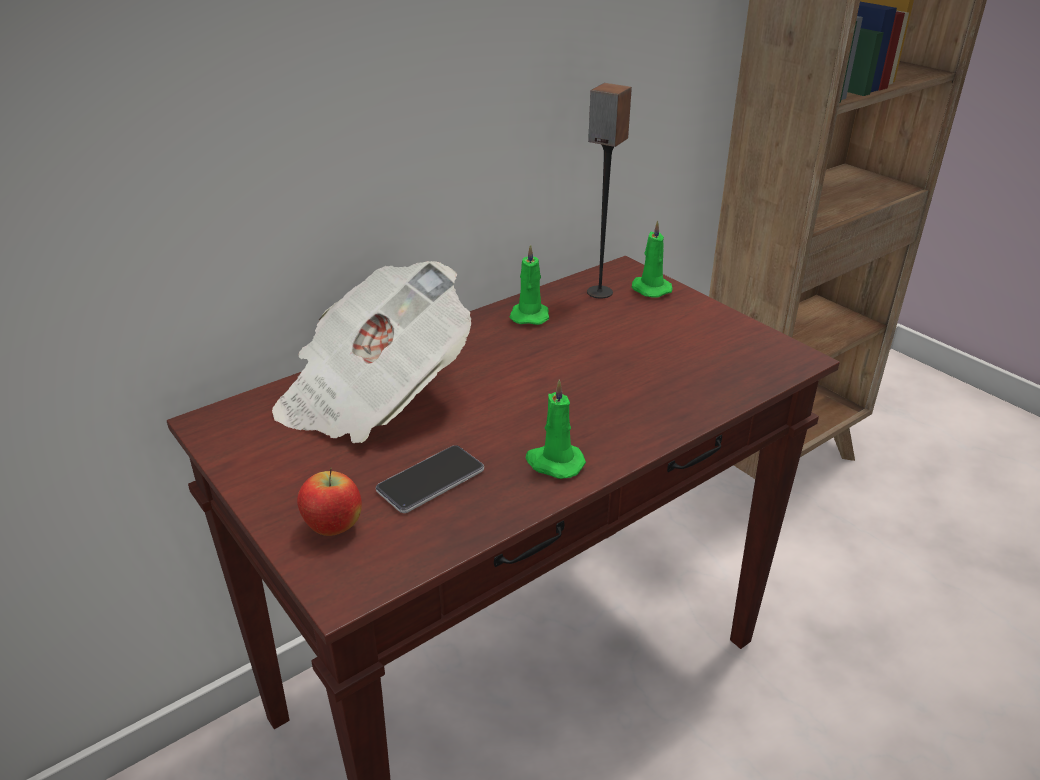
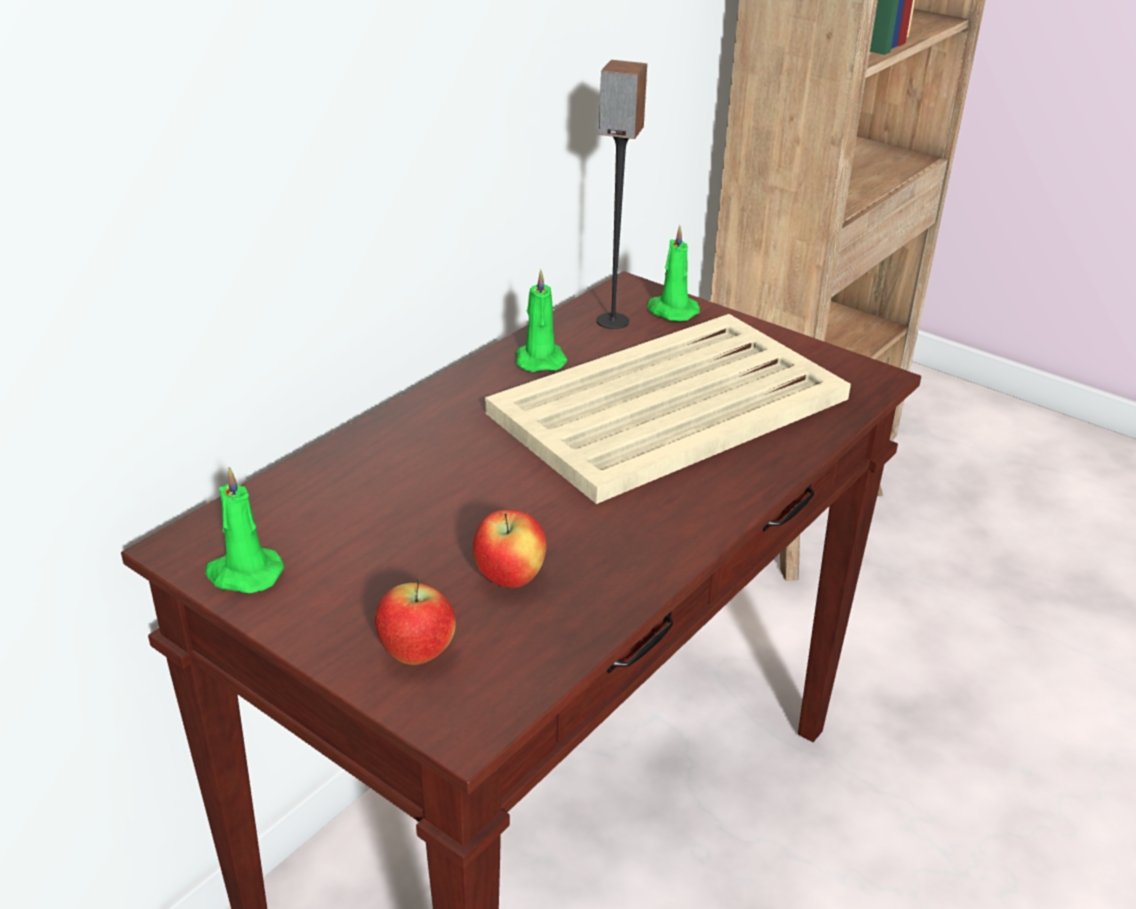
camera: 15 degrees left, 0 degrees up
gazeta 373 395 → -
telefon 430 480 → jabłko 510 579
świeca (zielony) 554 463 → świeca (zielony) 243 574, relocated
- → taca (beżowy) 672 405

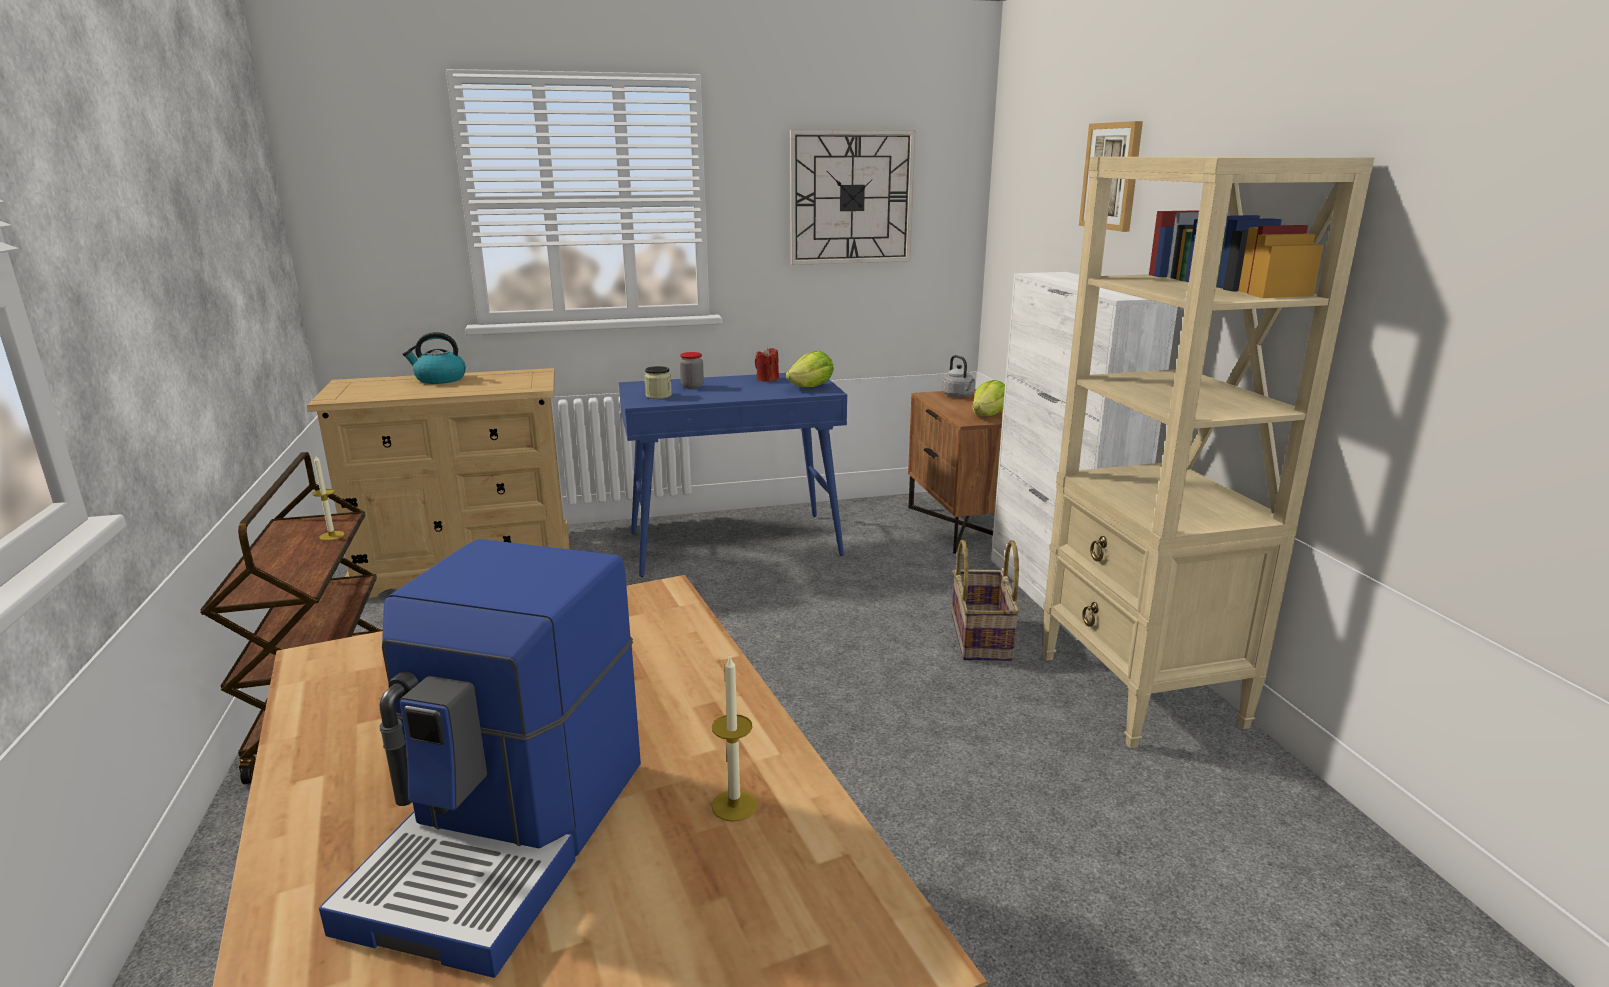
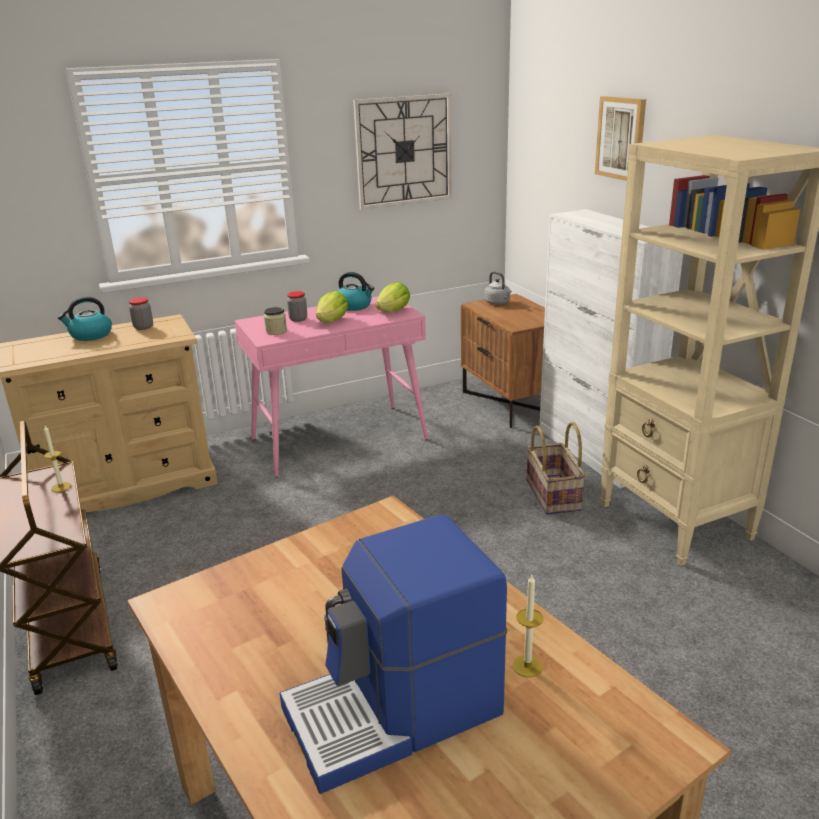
camera: 10 degrees left, 5 degrees up
ekspres do kawy 509 838 → ekspres do kawy 395 712, 60 degrees clockwise
stolik konsolowy (niebieski) 735 544 → stolik konsolowy (różowy) 340 439
świeca (czerwony) 767 379 → czajnik 354 306
sałata 988 415 → sałata 332 321, relocated
- → słoik 143 327

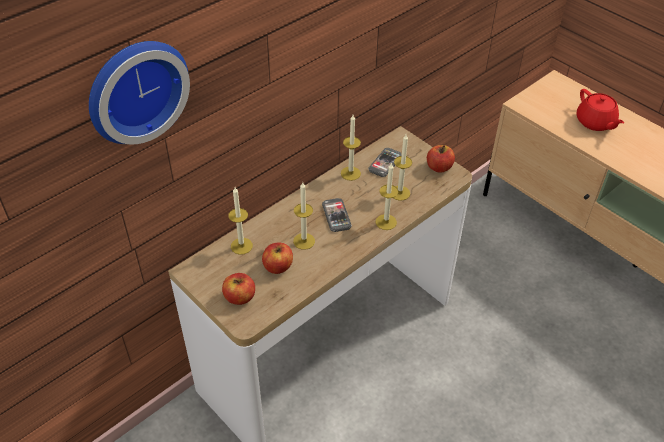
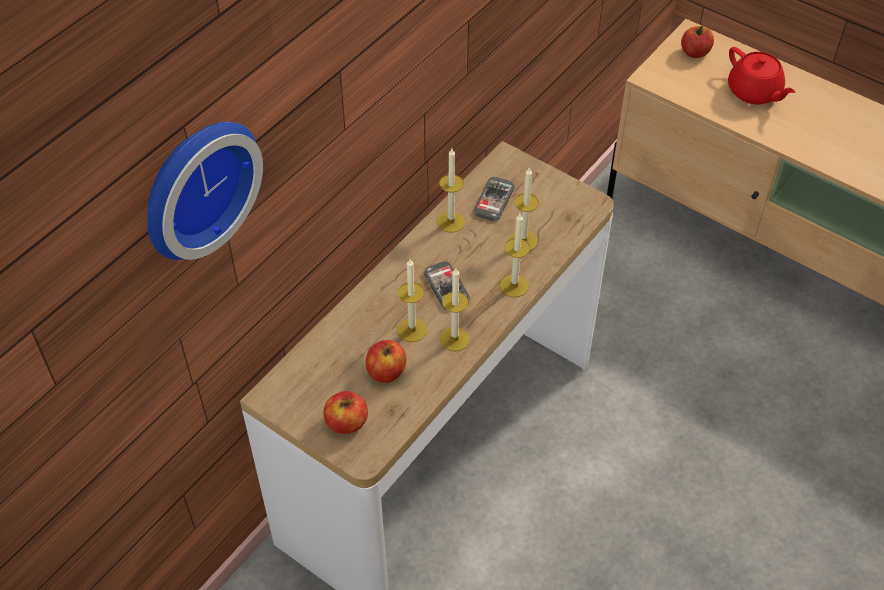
camera: 10 degrees left, 5 degrees up
świeca 241 246 → świeca 454 339, relocated
jabłko 439 167 → jabłko 695 52, relocated

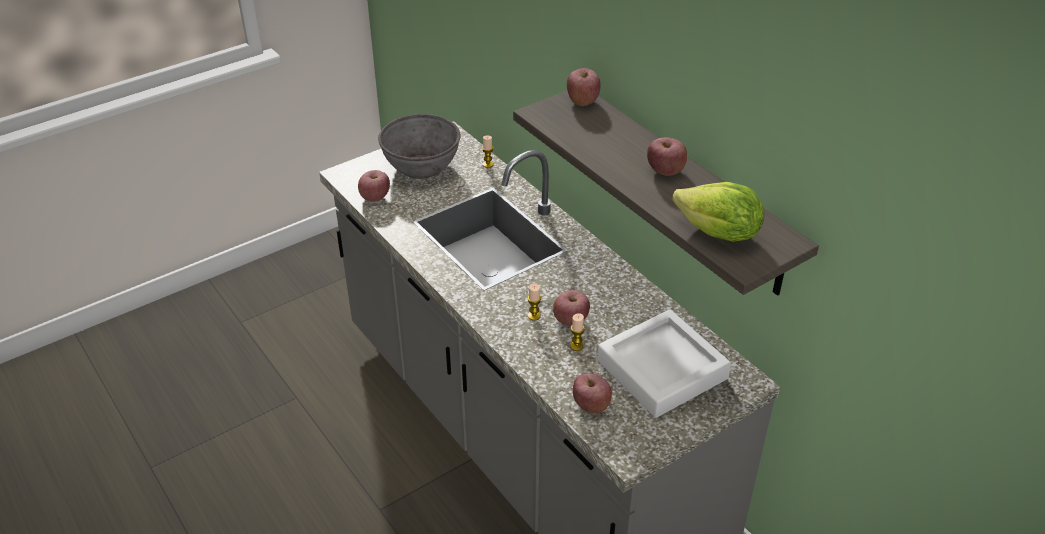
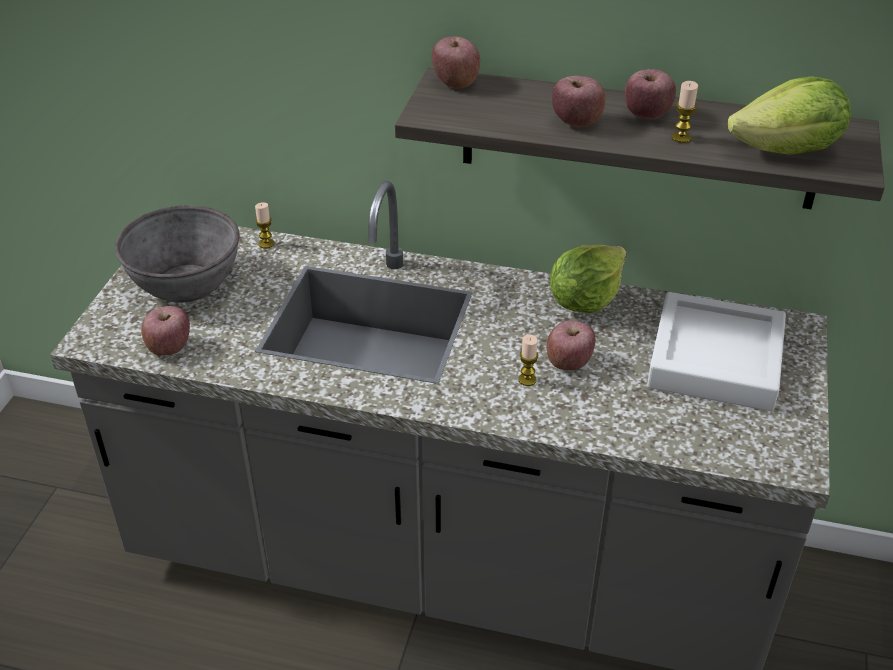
camera: 40 degrees left, 0 degrees up
świeca 576 346 → świeca 681 137, relocated
jabłko 591 405 → jabłko 577 122, relocated
- → sałata 585 300

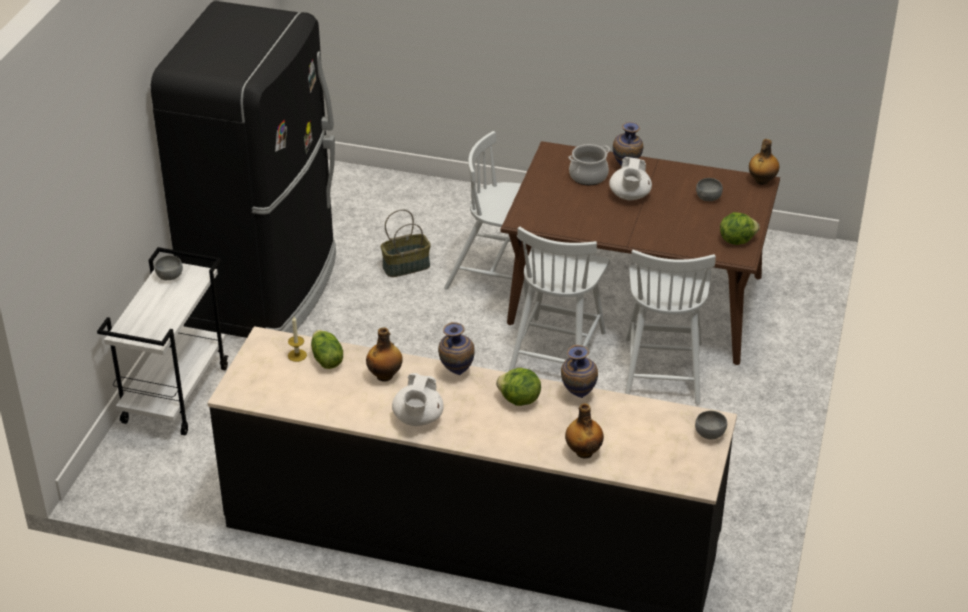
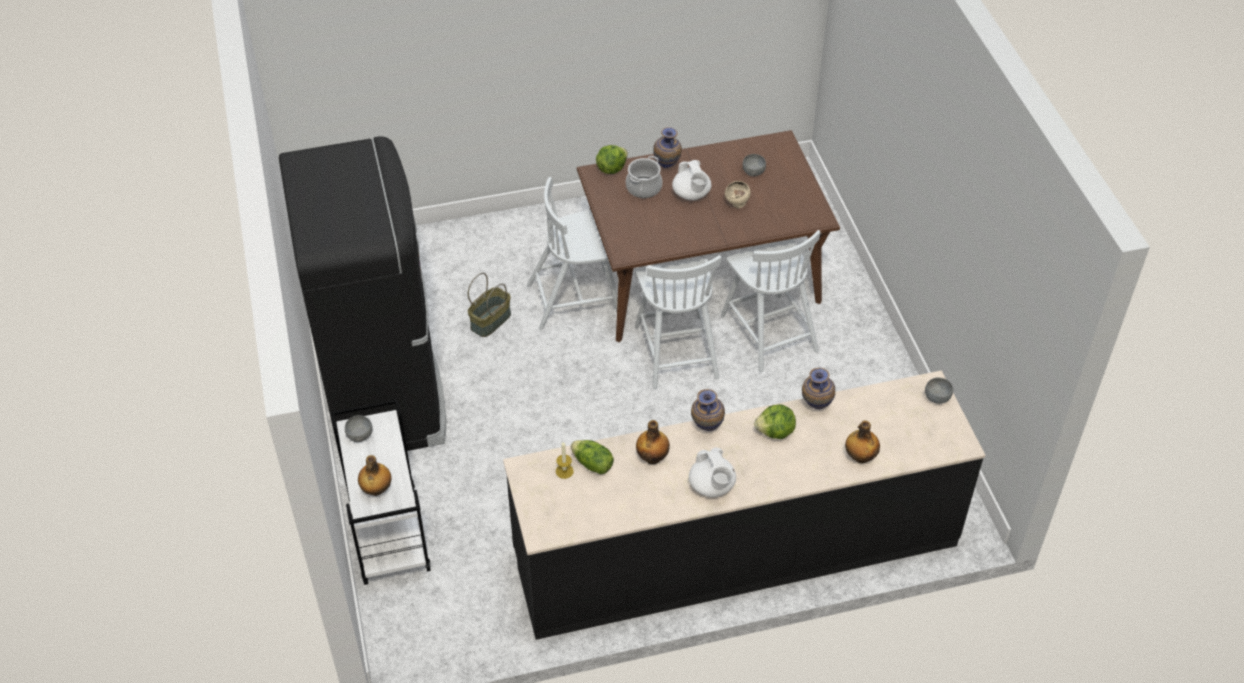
camera: 30 degrees left, 10 degrees up
sałata 736 240 → sałata 611 168, relocated
butelka 761 181 → butelka 376 490, relocated
- → miska (beżowy) 737 204

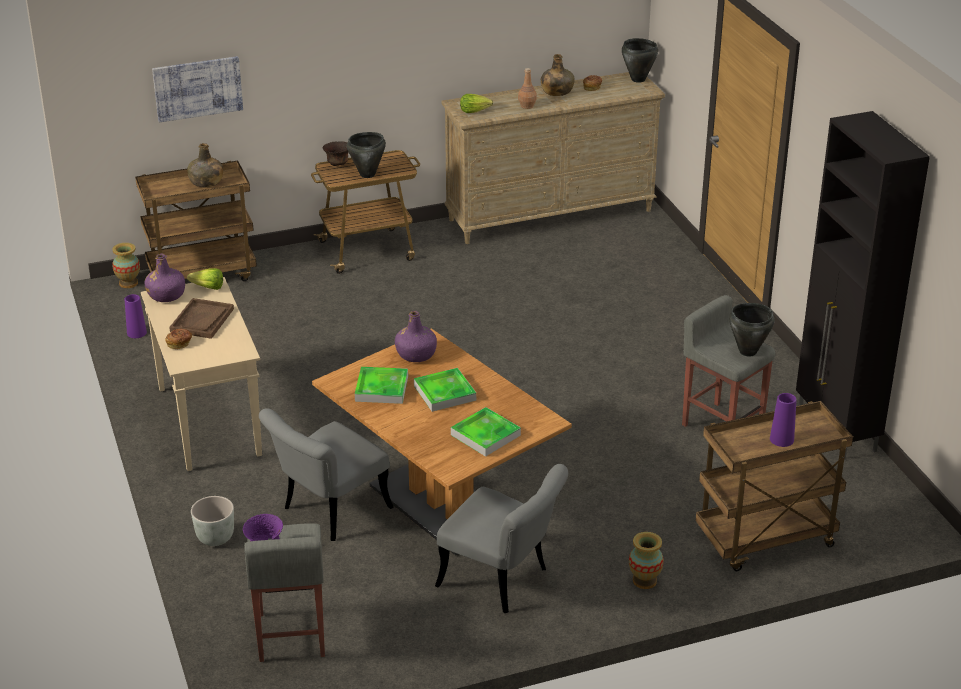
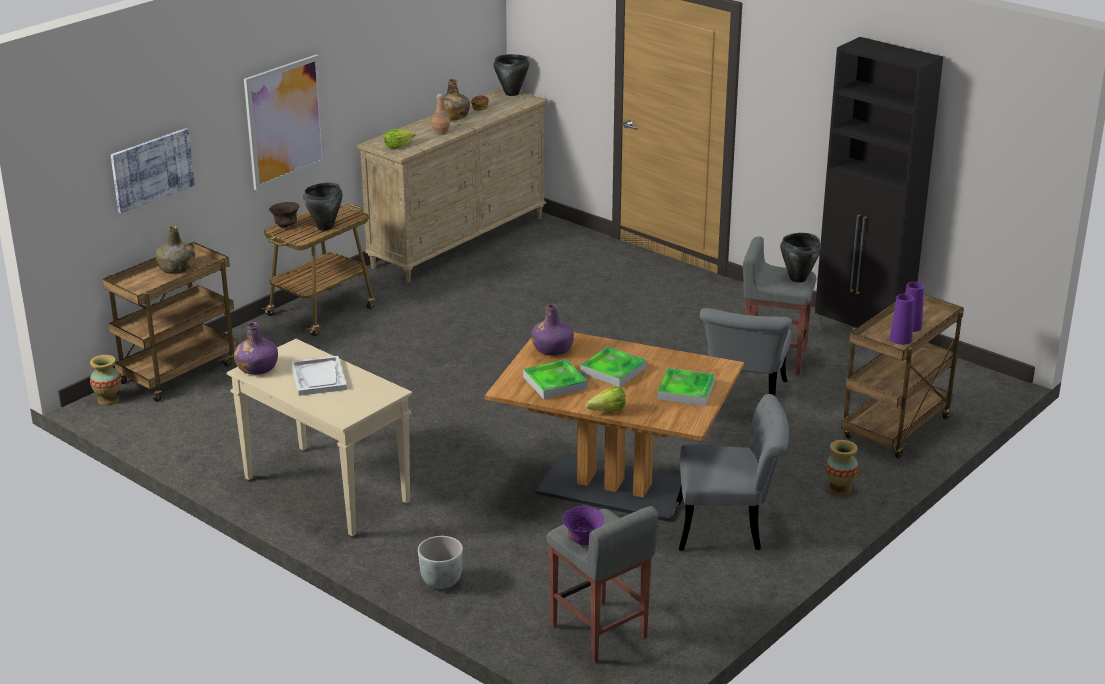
camera: 30 degrees left, 5 degrees down
wazon (fioletowy) 136 333 → wazon (fioletowy) 900 339, relocated
chleb 179 344 → -
taca (brązowy) 202 320 → taca (biały) 319 378
sałata 205 287 → sałata 604 411, relocated
krzesło (szary) 328 512 → krzesło (szary) 744 399, relocated
- → obraz 285 121

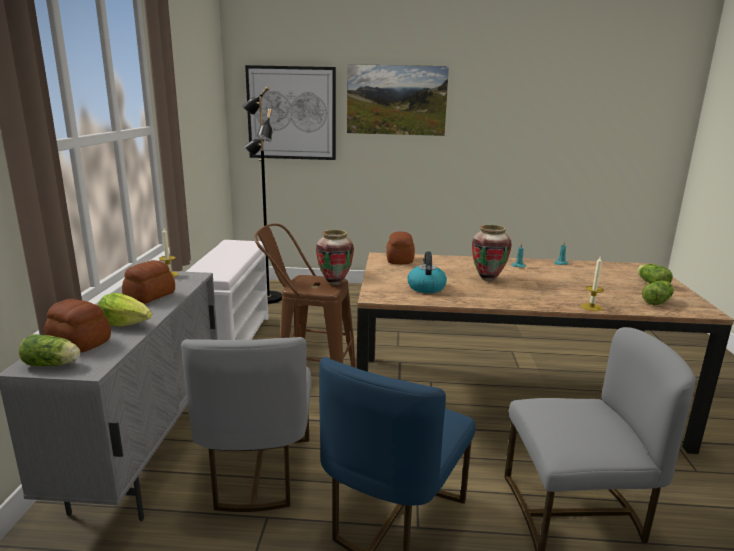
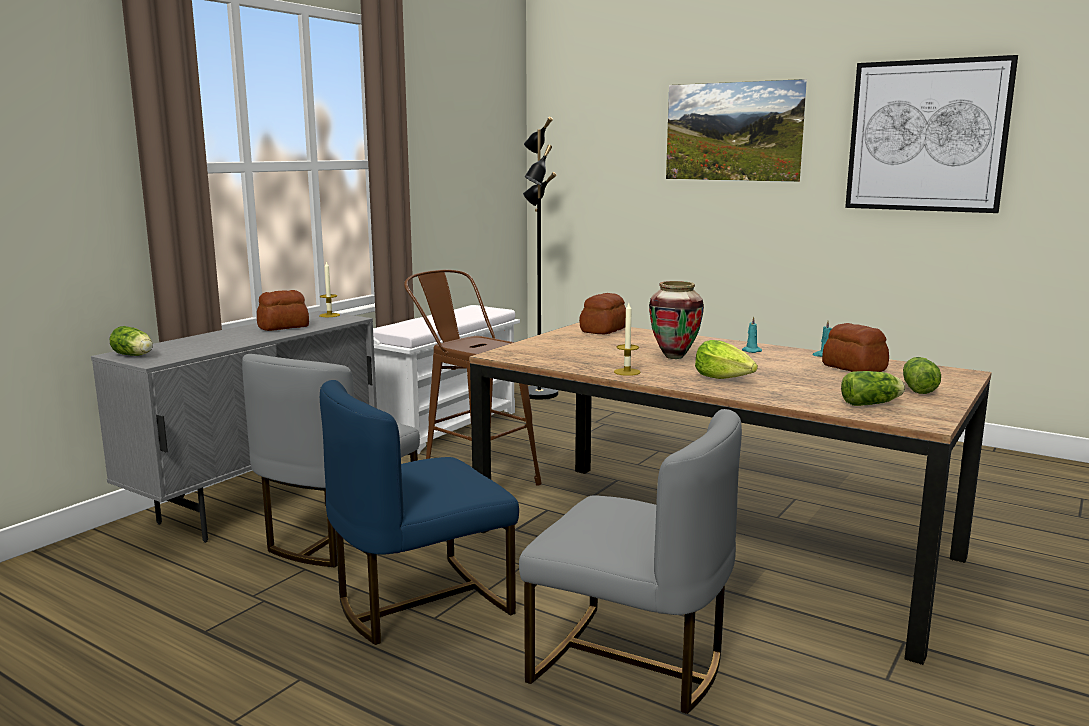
camera: 30 degrees right, 5 degrees down
chleb 79 342 → chleb 854 368, relocated
sałata 126 324 → sałata 724 378, relocated
obraz 291 113 → obraz 926 136, relocated
wazon 335 283 → -
czajnik 426 287 → -
świeca 591 307 → świeca 627 372, relocated

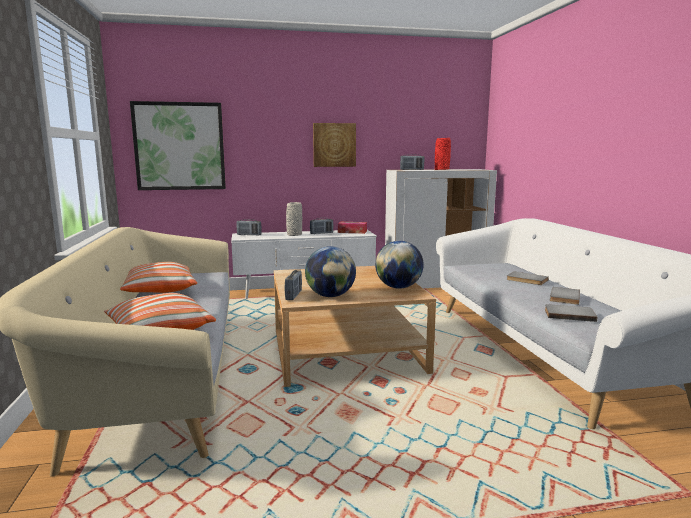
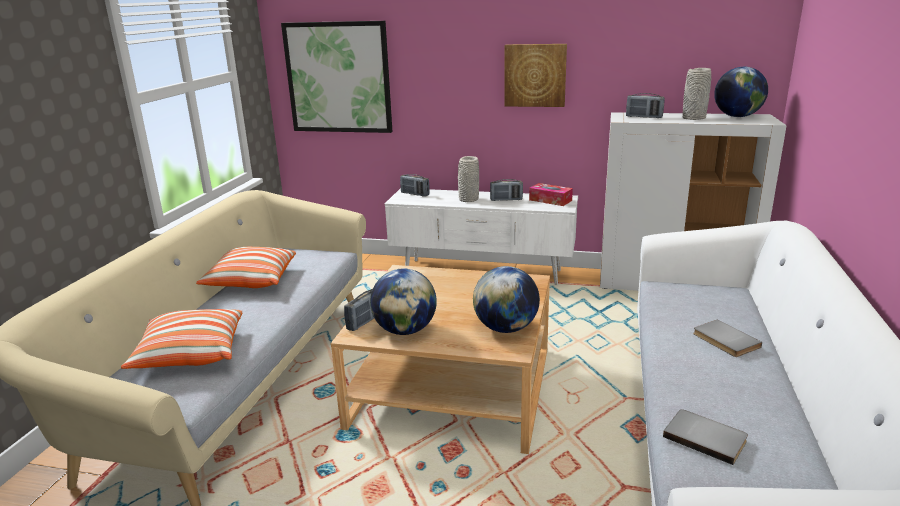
camera: 25 degrees right, 10 degrees up
wazon (czerwony) 441 169 → wazon (szary) 693 118
książka (szary) 563 297 → -
- → globus 737 116

